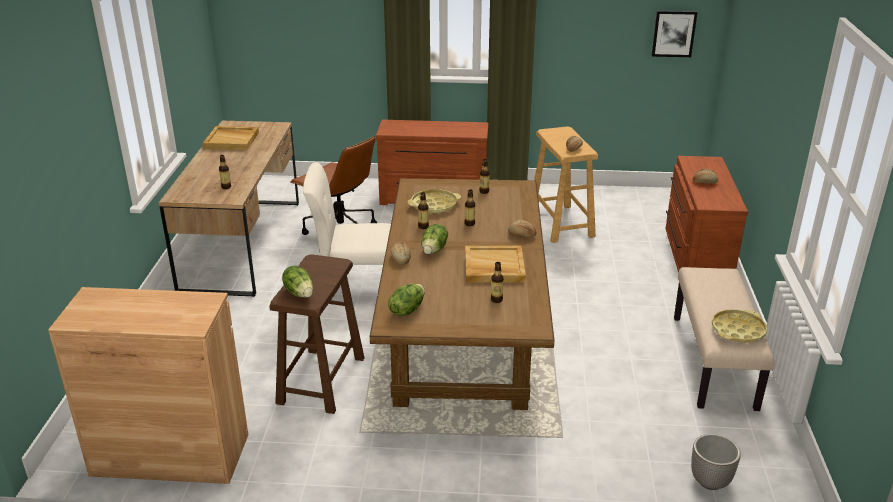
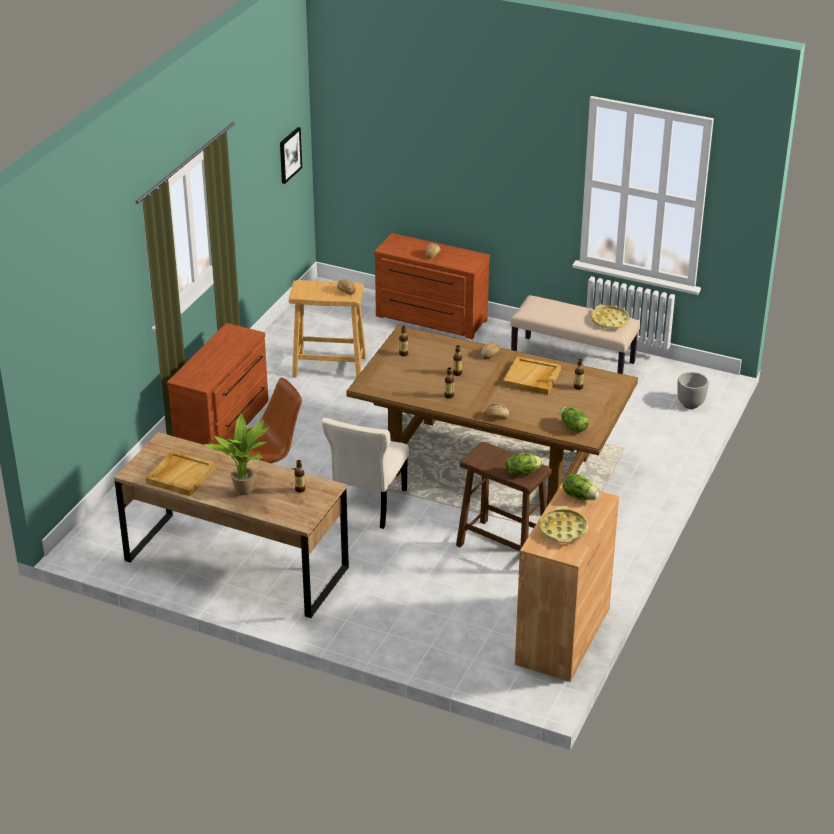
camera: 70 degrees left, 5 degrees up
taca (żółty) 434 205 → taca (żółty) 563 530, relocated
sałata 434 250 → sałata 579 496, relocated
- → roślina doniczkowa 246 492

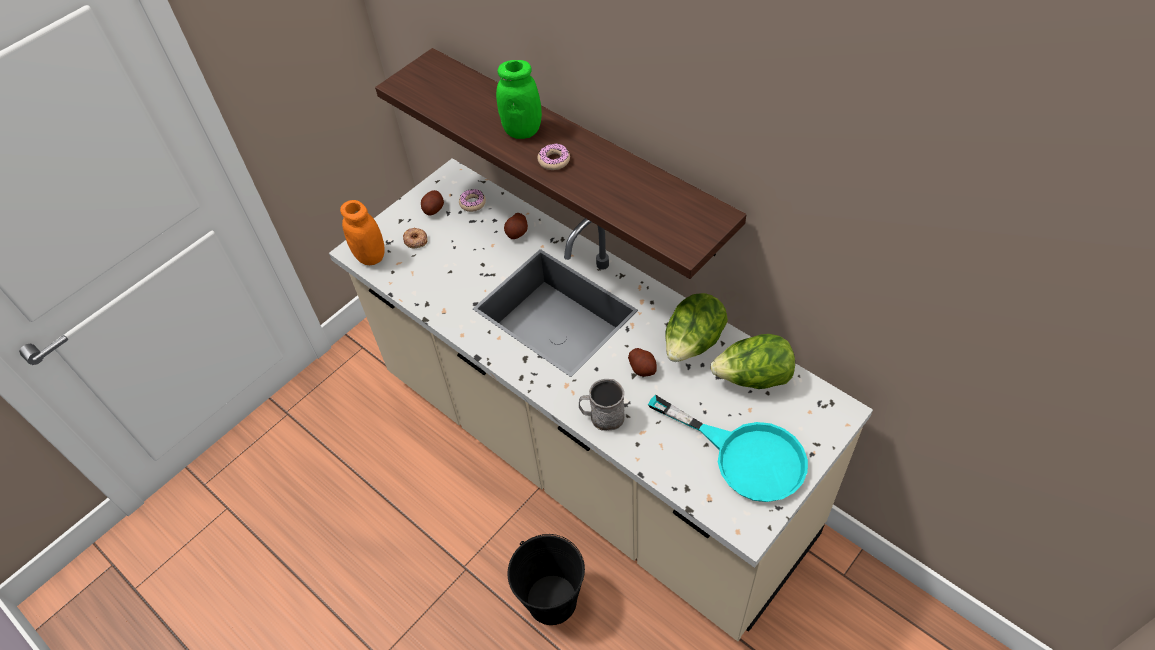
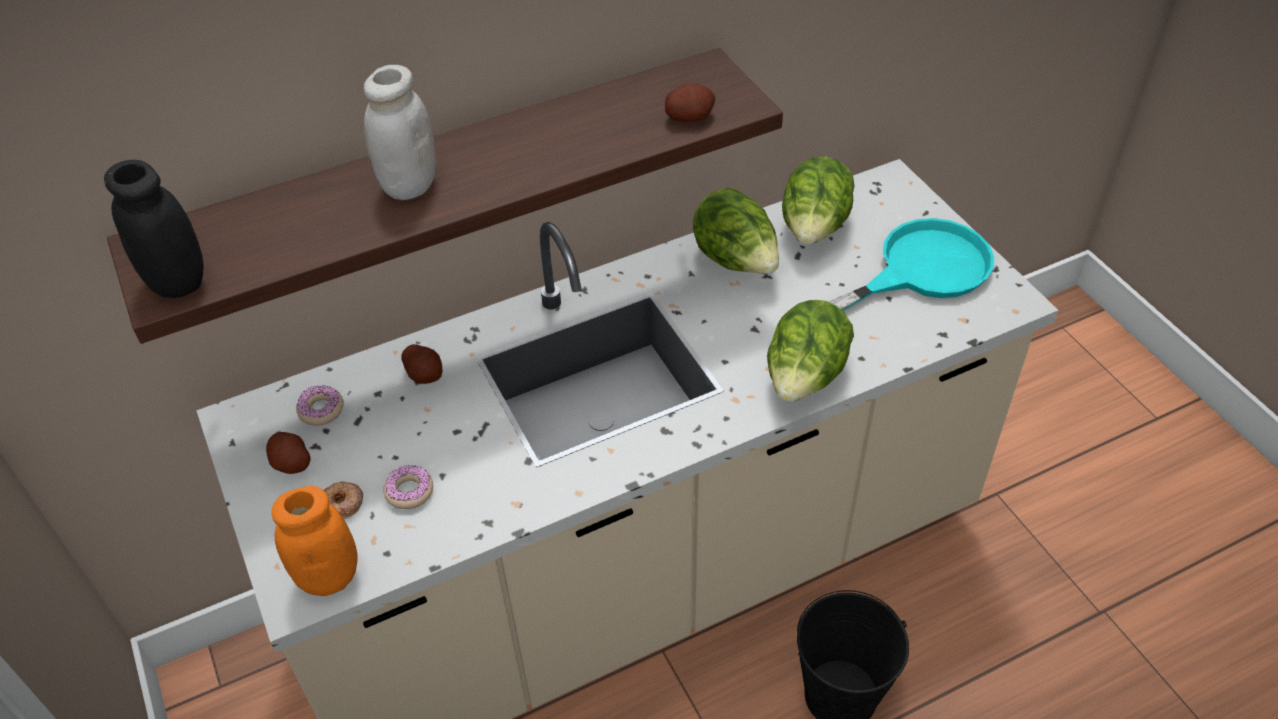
camera: 70 degrees left, 5 degrees down
słoik (zielony) 522 130 → słoik (biały) 409 185
donut 554 160 → donut 409 491, relocated
kubek (szary) 602 417 → sałata 805 378
ziemniak 642 368 → ziemniak 689 116, relocated
- → słoik (czarny) 177 281

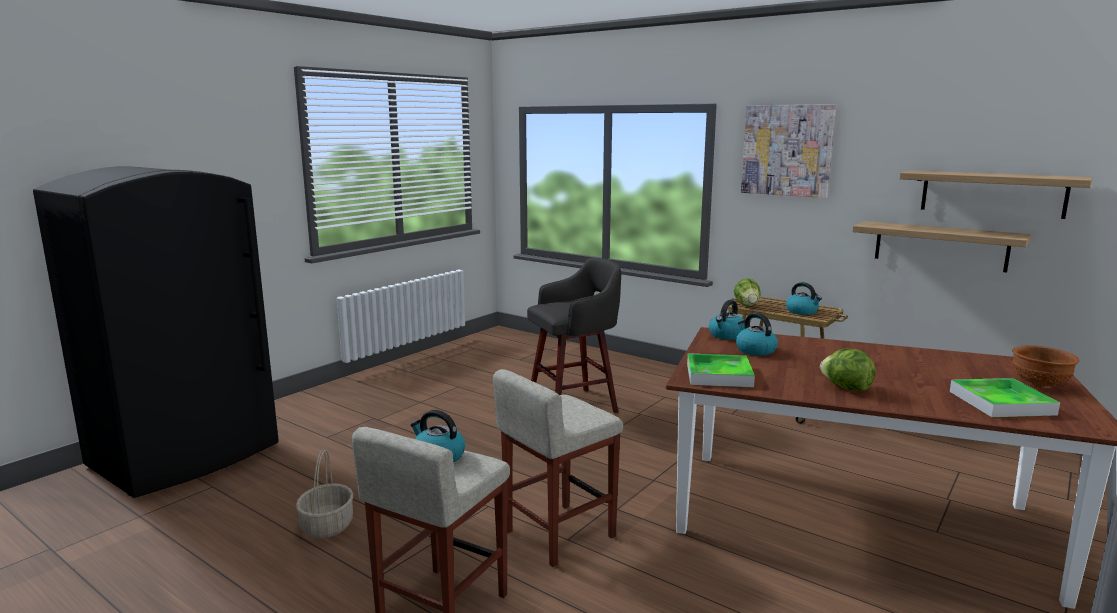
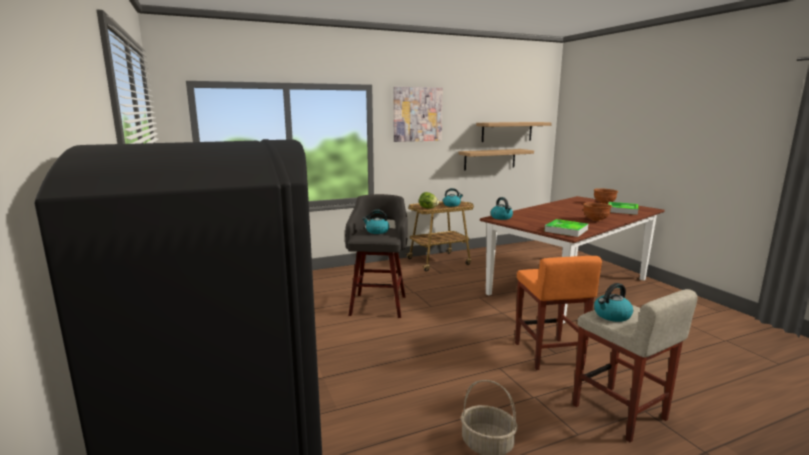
camera: 60 degrees left, 0 degrees up
stołek (beżowy) 558 534 → stołek (pomarańczowy) 548 354
czajnik 755 350 → czajnik 377 231, relocated
sałata 846 388 → miska (brązowy) 596 220

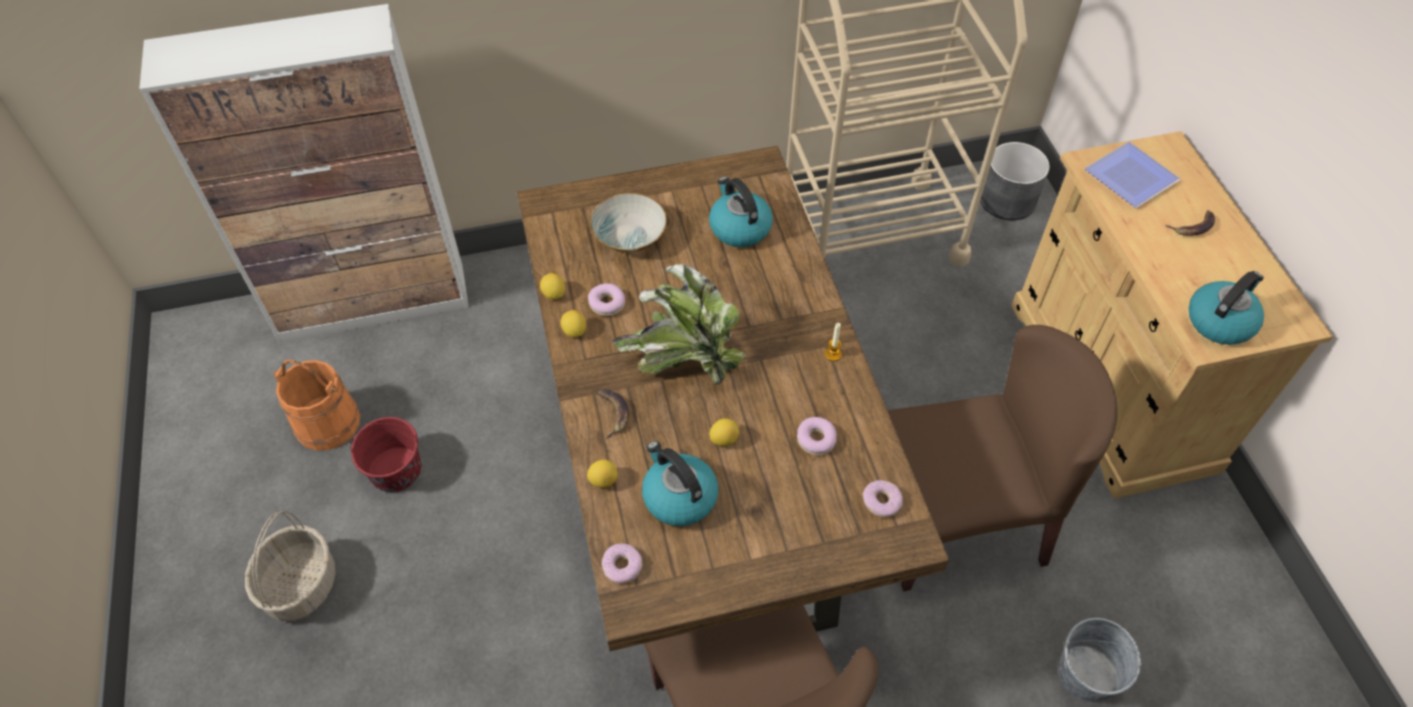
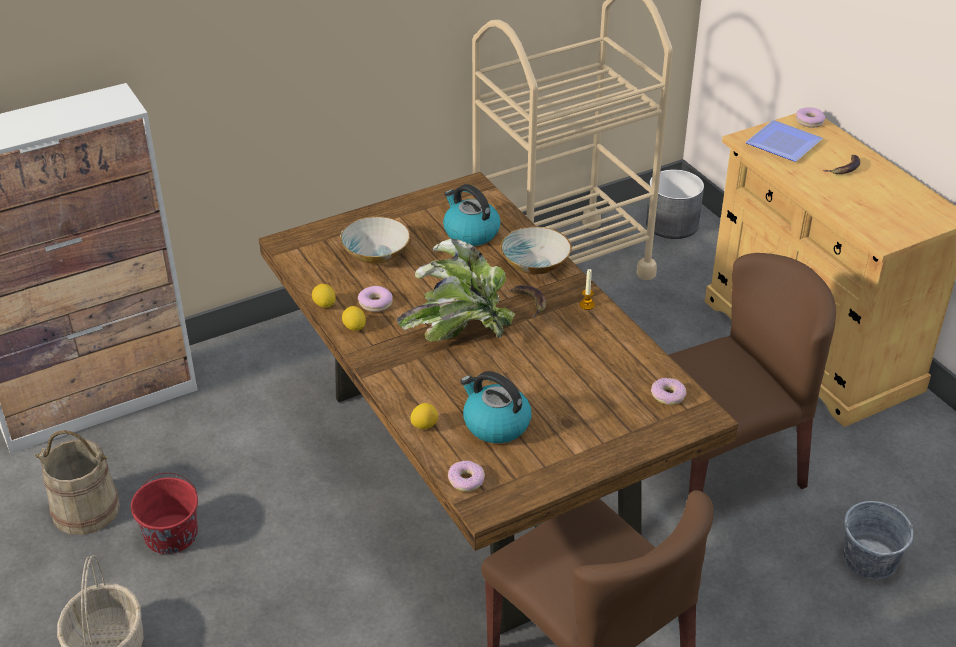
camera: 15 degrees left, 15 degrees down
wiadro (pomarańczowy) 327 423 → wiadro (beżowy) 85 510
banan 612 413 → banan 529 302, relocated
cytryna 724 439 → -
donut 816 439 → donut 809 121, relocated
czajnik 1220 321 → -
- → miska 534 264

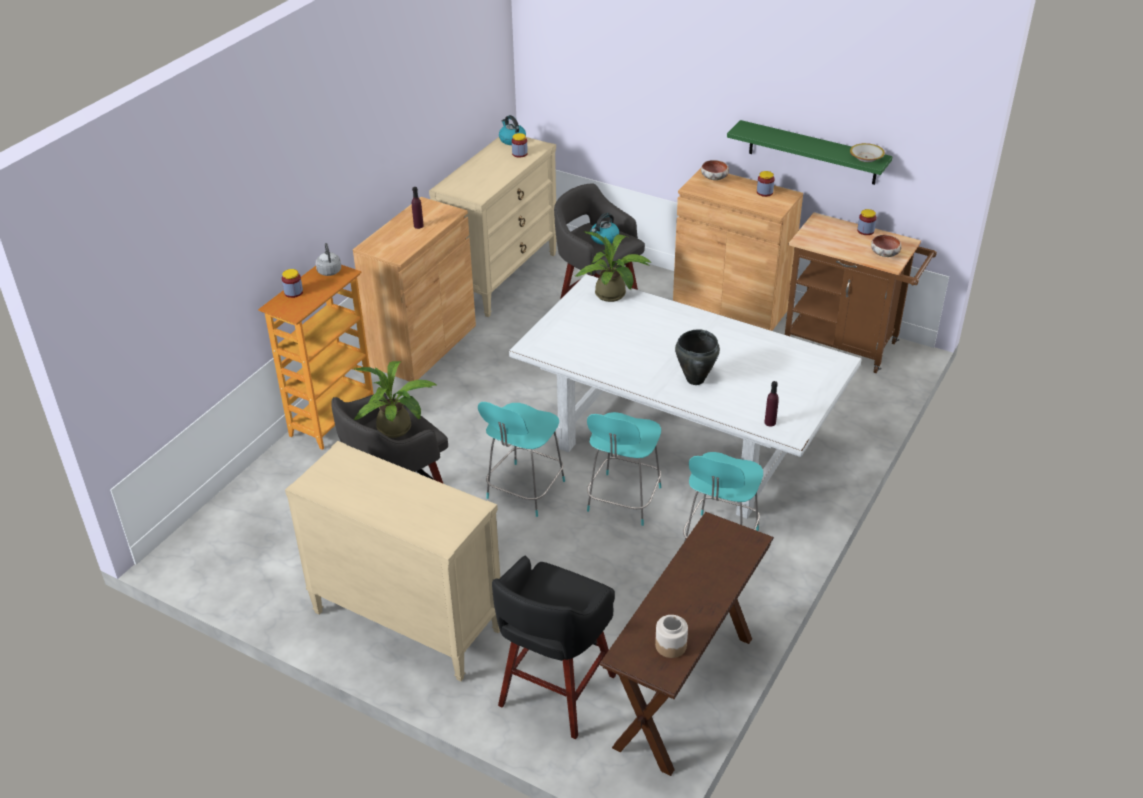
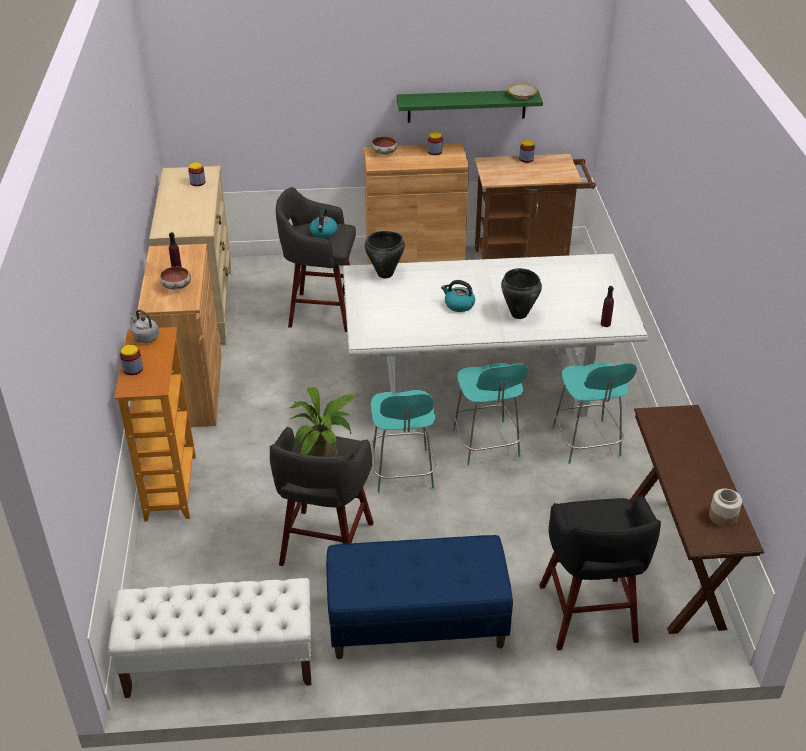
camera: 35 degrees left, 0 degrees up
komoda (beżowy) 406 621 → ławka (niebieski) 416 625
czajnik 512 140 → czajnik 458 305, relocated
roślina doniczkowa 613 296 → garnek (czarny) 385 274
miska 885 254 → miska 177 286, relocated
- → ławka (biały) 219 663

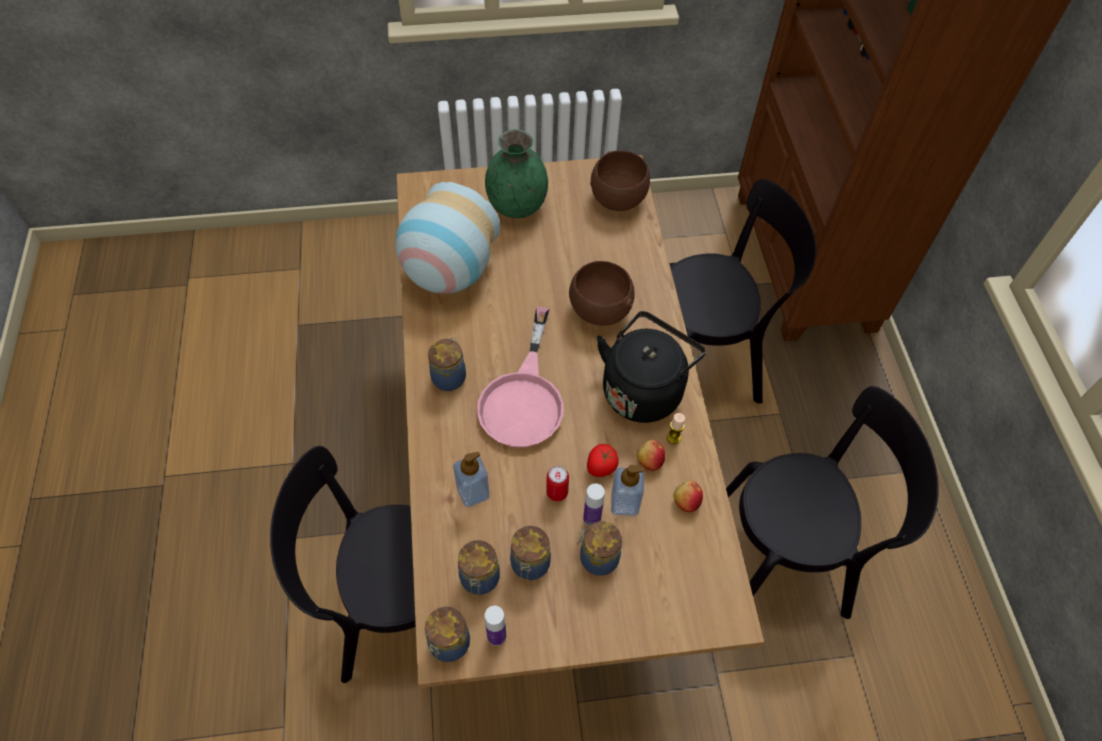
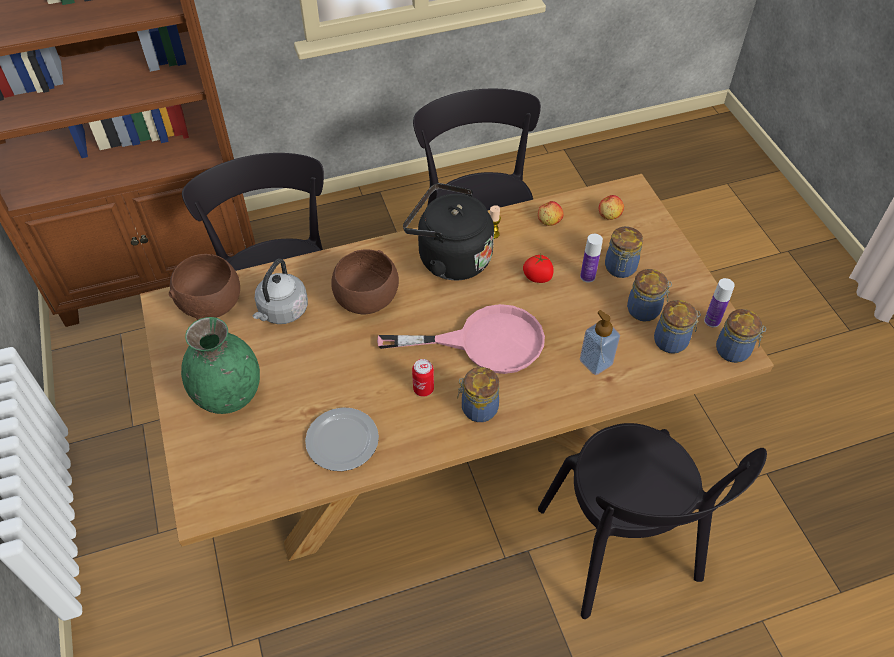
camera: 100 degrees left, 5 degrees down
wazon 448 273 → talerz 341 441
puszka 557 492 → puszka 423 389, relocated
dozownik mydła 624 503 → -
jabłko 649 460 → jabłko 609 215, relocated
- → czajnik (szary) 282 312

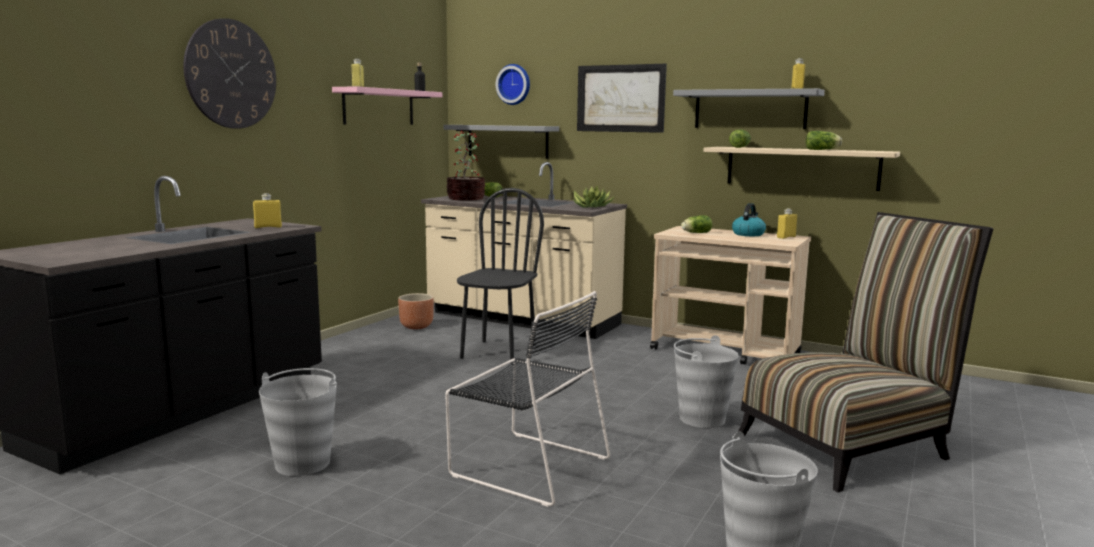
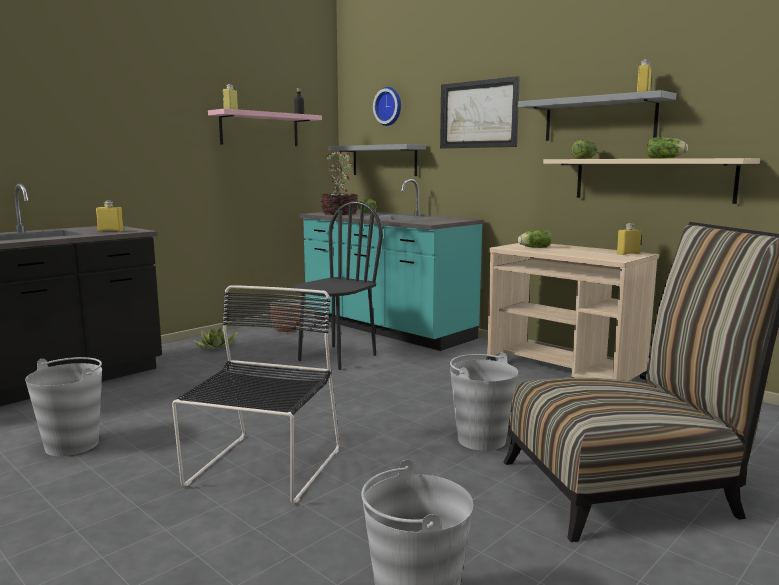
camera: 15 degrees right, 0 degrees up
zegar ścienny 231 74 → -
zabudowa kuchenna (beżowy) 521 320 → zabudowa kuchenna (turkusowy) 386 329
krzesło (czarny) 526 465 → krzesło (czarny) 262 469, 120 degrees counterclockwise
roślina doniczkowa 592 206 → roślina doniczkowa 216 346, relocated
czajnik 748 234 → -

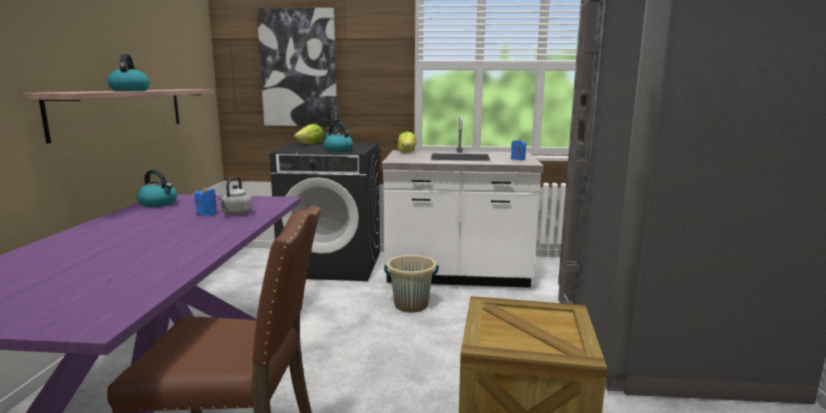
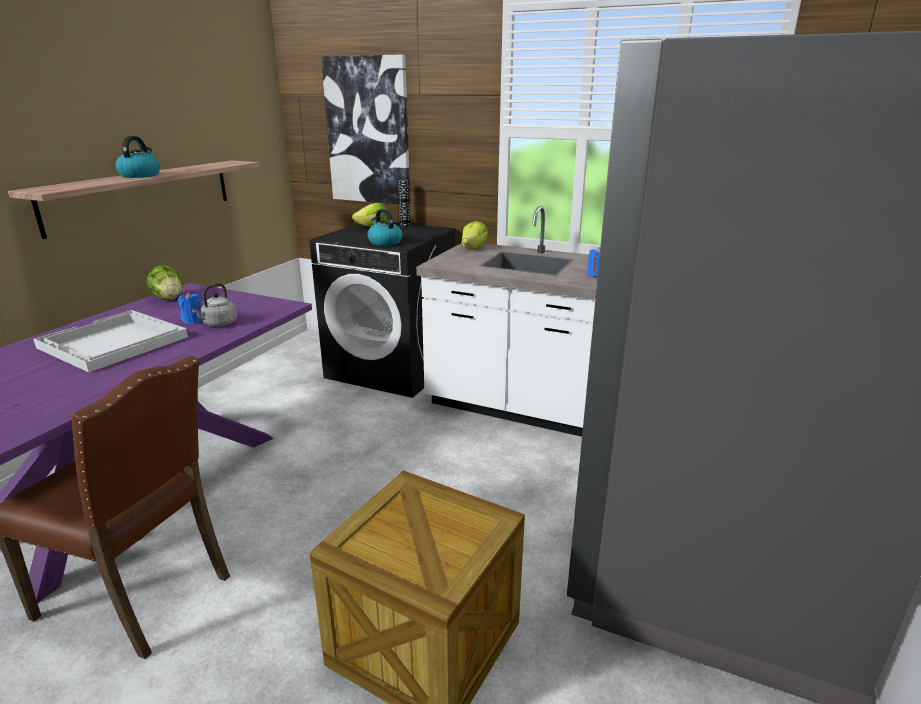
camera: 20 degrees right, 10 degrees up
czajnik 159 203 → sałata 169 299
wiadro (beżowy) 411 305 → -
- → taca (biały) 113 343

